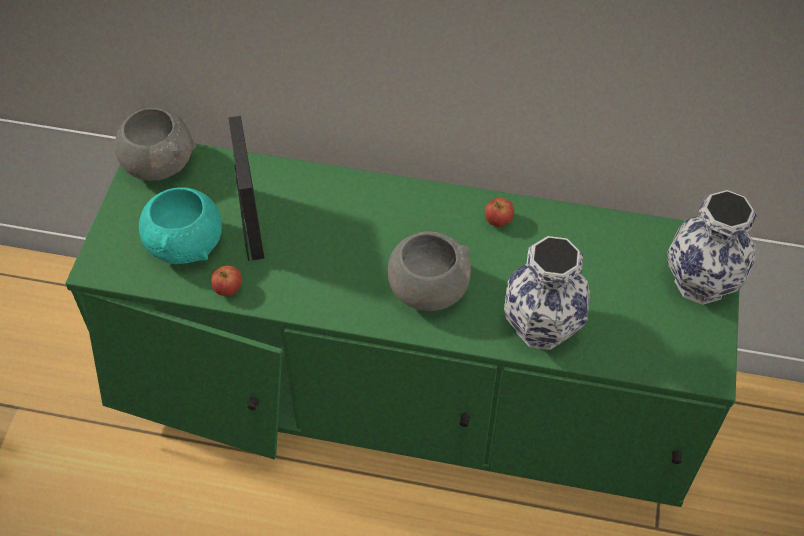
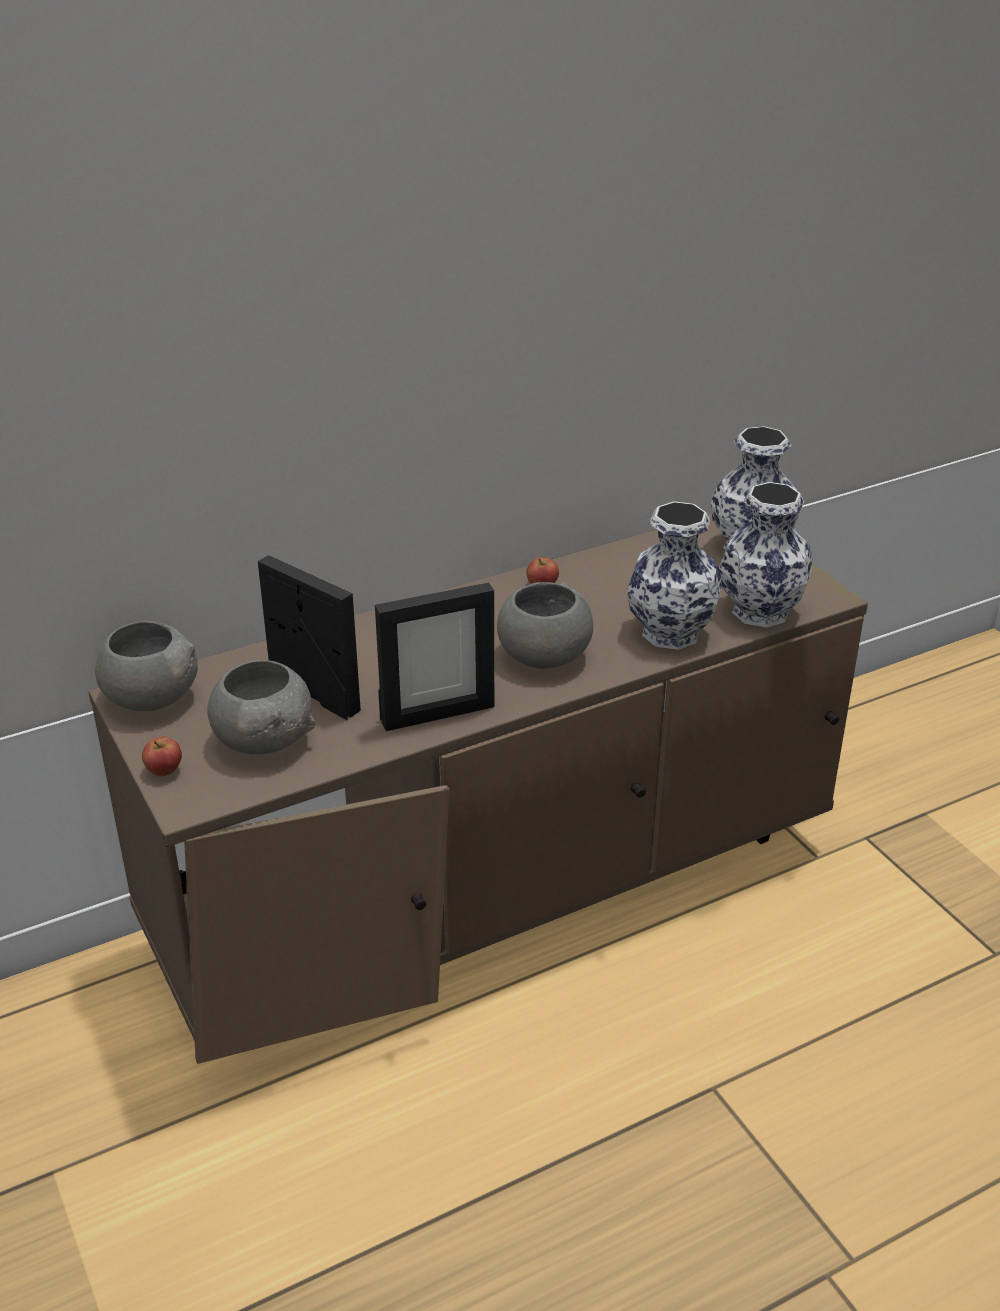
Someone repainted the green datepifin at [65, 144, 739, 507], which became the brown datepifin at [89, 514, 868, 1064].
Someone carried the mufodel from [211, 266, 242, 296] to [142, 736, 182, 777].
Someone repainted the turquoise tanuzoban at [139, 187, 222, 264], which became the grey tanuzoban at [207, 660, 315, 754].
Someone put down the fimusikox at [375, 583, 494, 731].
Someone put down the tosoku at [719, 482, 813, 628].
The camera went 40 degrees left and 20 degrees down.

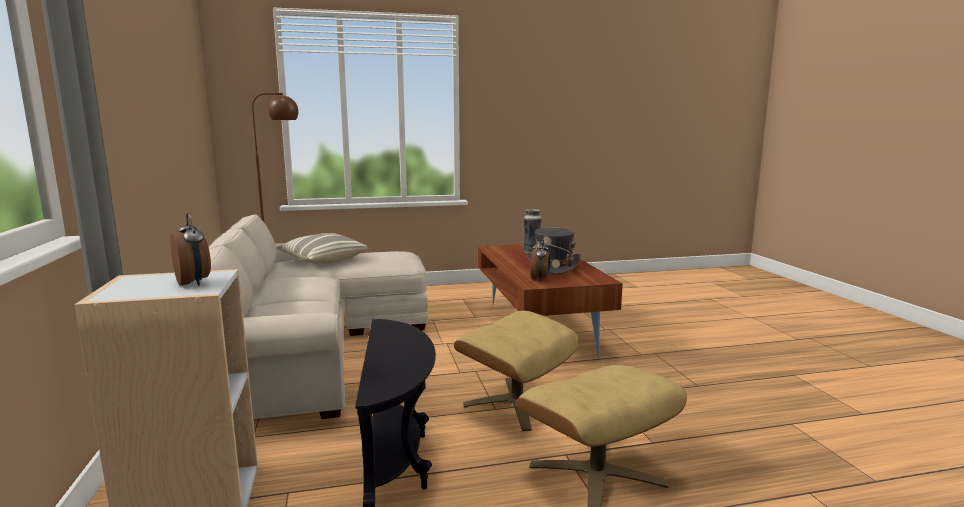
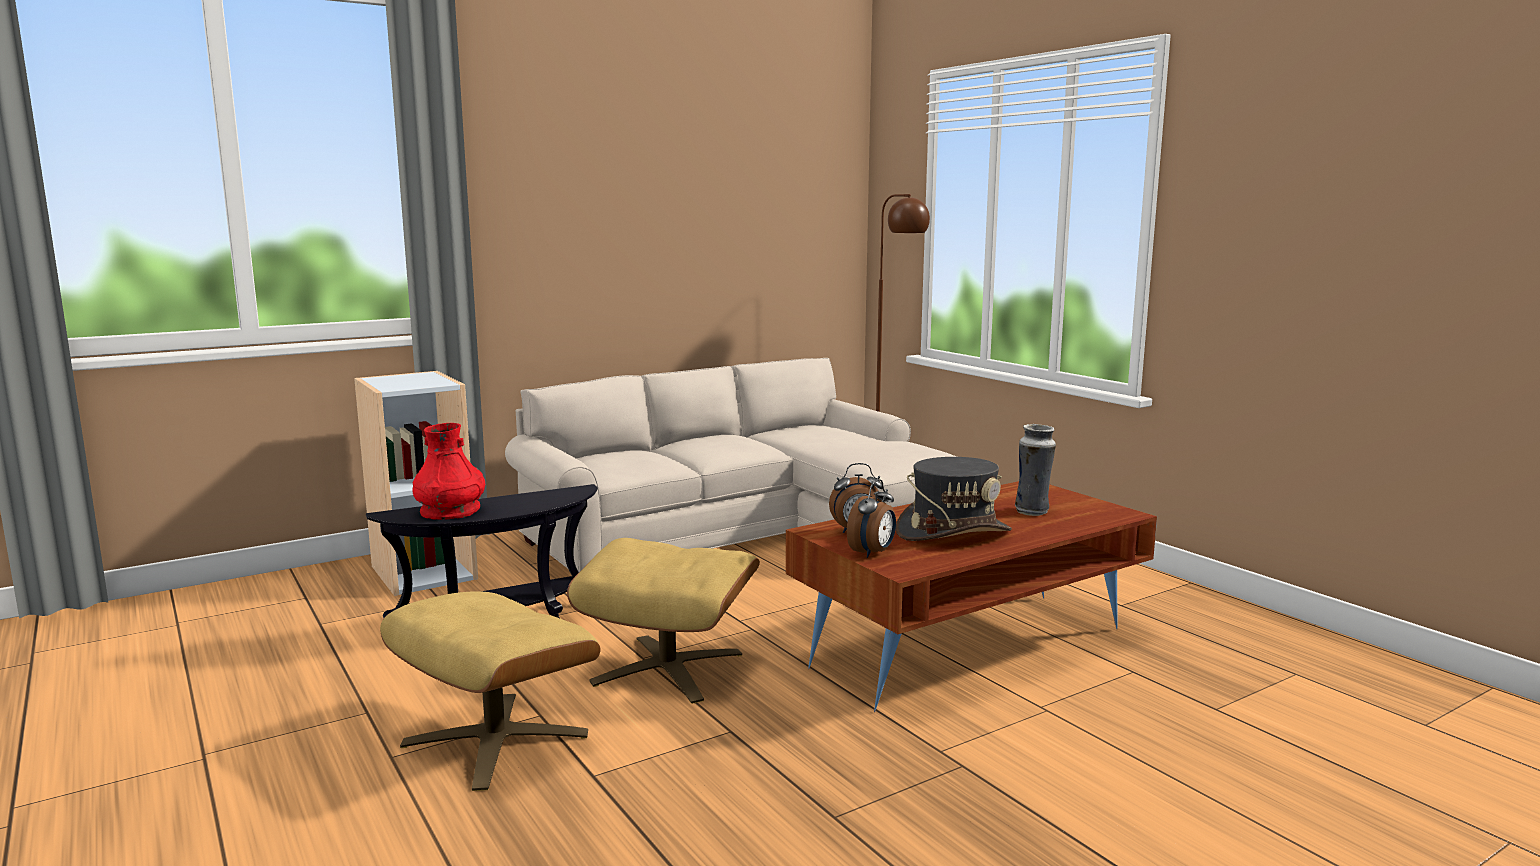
Someone put down the red tosoku at [413, 423, 485, 520].
Someone carried the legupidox from [170, 213, 211, 286] to [847, 479, 896, 558].
Someone took away the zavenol at [276, 233, 369, 264].
The camera went 70 degrees right and 0 degrees up.

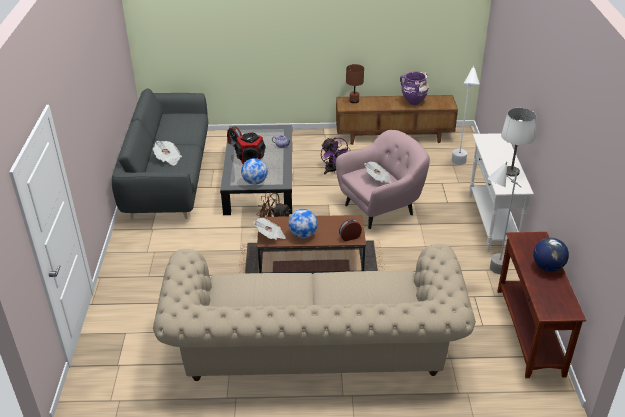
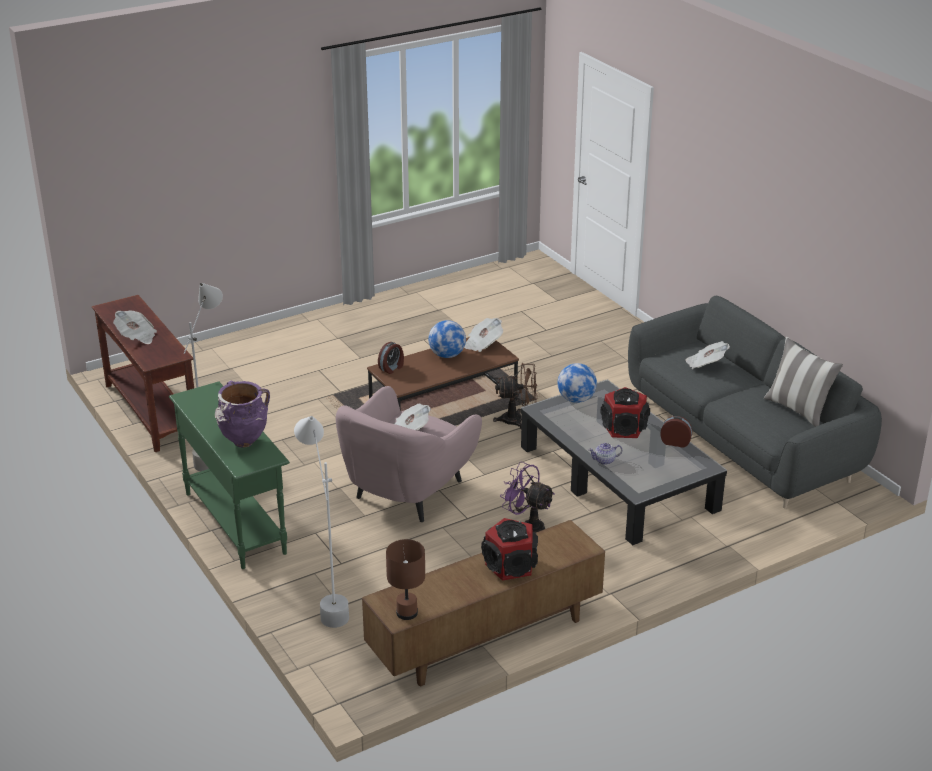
Someone swapped the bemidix at [533, 238, 569, 272] for the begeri at [113, 311, 157, 344].
Someone repainted the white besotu at [469, 133, 534, 251], which became the green besotu at [169, 382, 290, 569].
Someone carried the purple tosoku from [400, 71, 429, 105] to [215, 380, 270, 448].
Someone carried the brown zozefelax from [346, 64, 364, 103] to [386, 539, 425, 620].
Someone put down the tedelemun at [481, 518, 538, 581].
Someone put down the zavenol at [764, 337, 843, 427].
Someone took away the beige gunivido at [153, 244, 476, 381].
Someone took away the white zozefelax at [501, 108, 536, 177].
The camera went 150 degrees right and 5 degrees down.

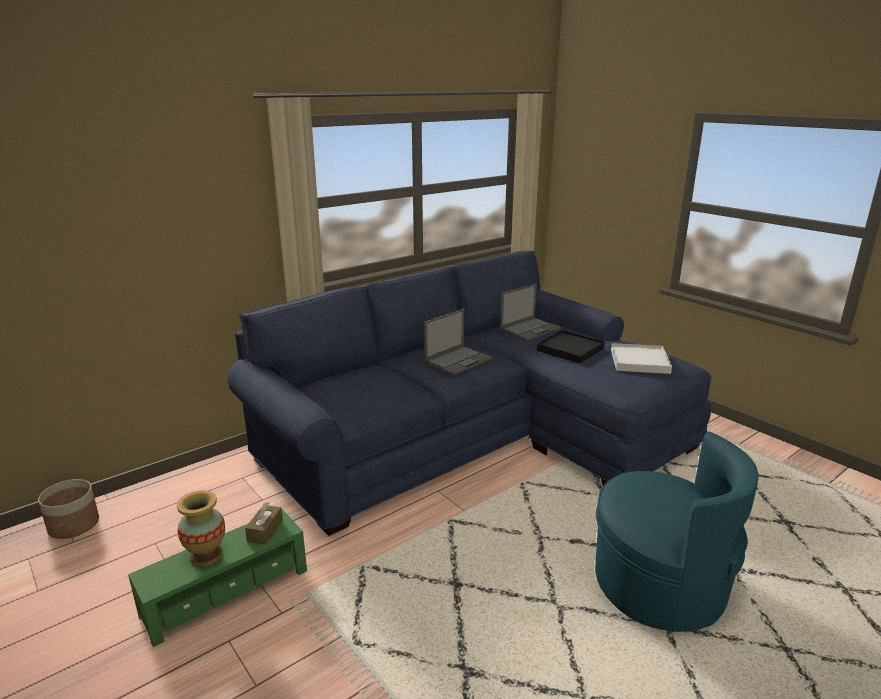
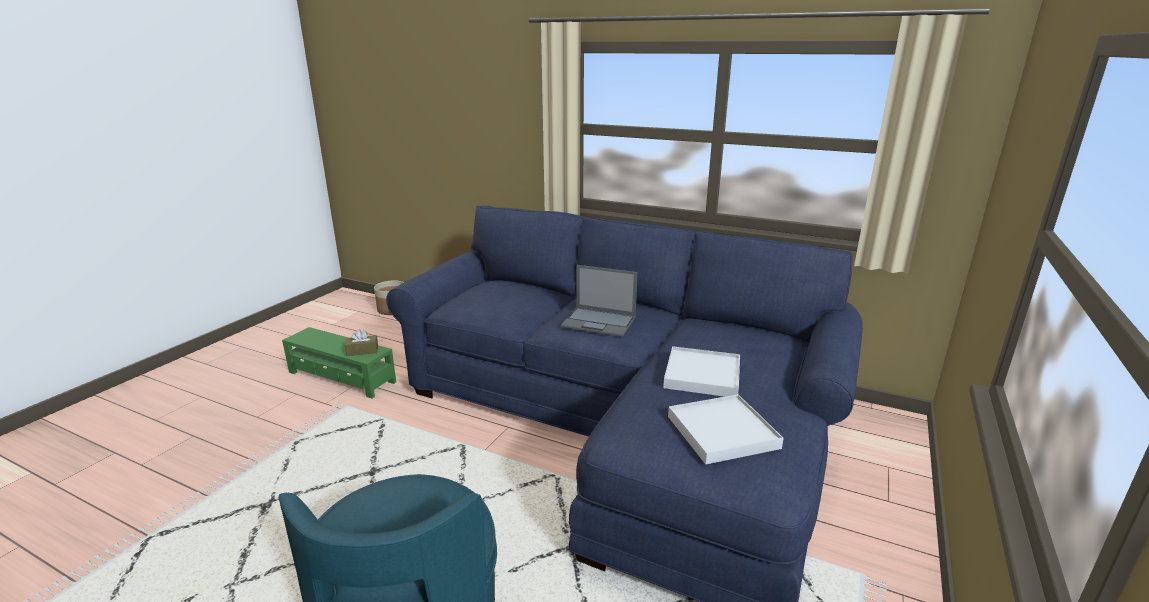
Someone repainted the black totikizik at [536, 330, 605, 363], which became the white totikizik at [663, 346, 740, 397].
Someone took away the tosoku at [177, 490, 225, 566].
Someone took away the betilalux at [500, 284, 561, 340].
The camera went 65 degrees right and 0 degrees up.

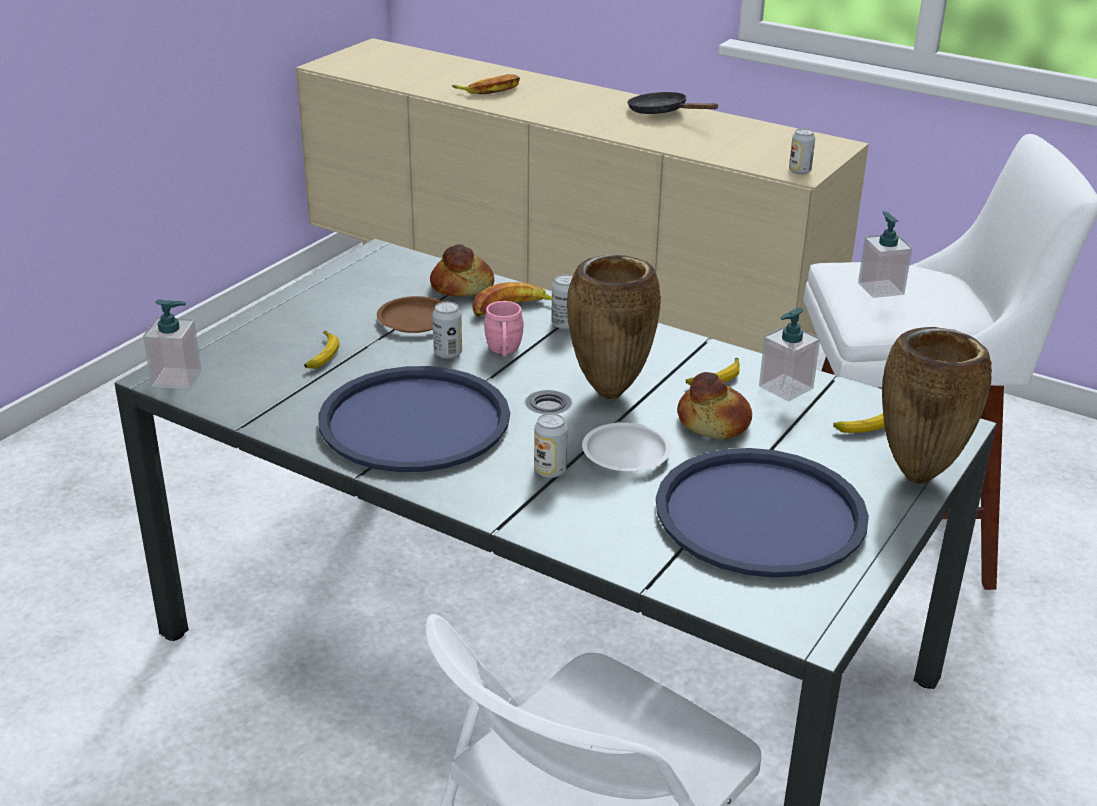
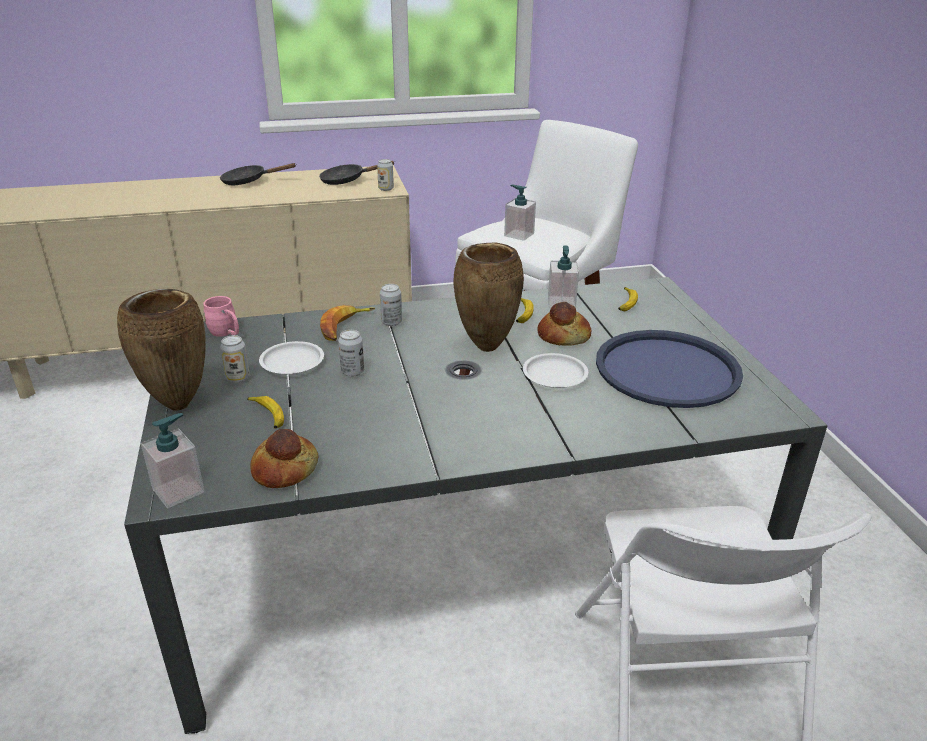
Someone carried the brown tosoku from [882, 327, 992, 484] to [117, 289, 206, 411].
Someone carried the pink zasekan from [484, 301, 524, 357] to [203, 296, 239, 337].
Someone carried the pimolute from [534, 413, 568, 478] to [220, 335, 250, 383].
Someone carried the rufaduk from [430, 244, 494, 297] to [251, 429, 318, 488].
Someone repainted the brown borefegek at [377, 296, 443, 333], which became the white borefegek at [259, 341, 324, 375].
Someone put down the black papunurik at [319, 161, 395, 185].
Someone took away the blue totikizik at [318, 366, 510, 472].
Someone took away the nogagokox at [452, 74, 520, 94].
The camera went 45 degrees left and 0 degrees up.

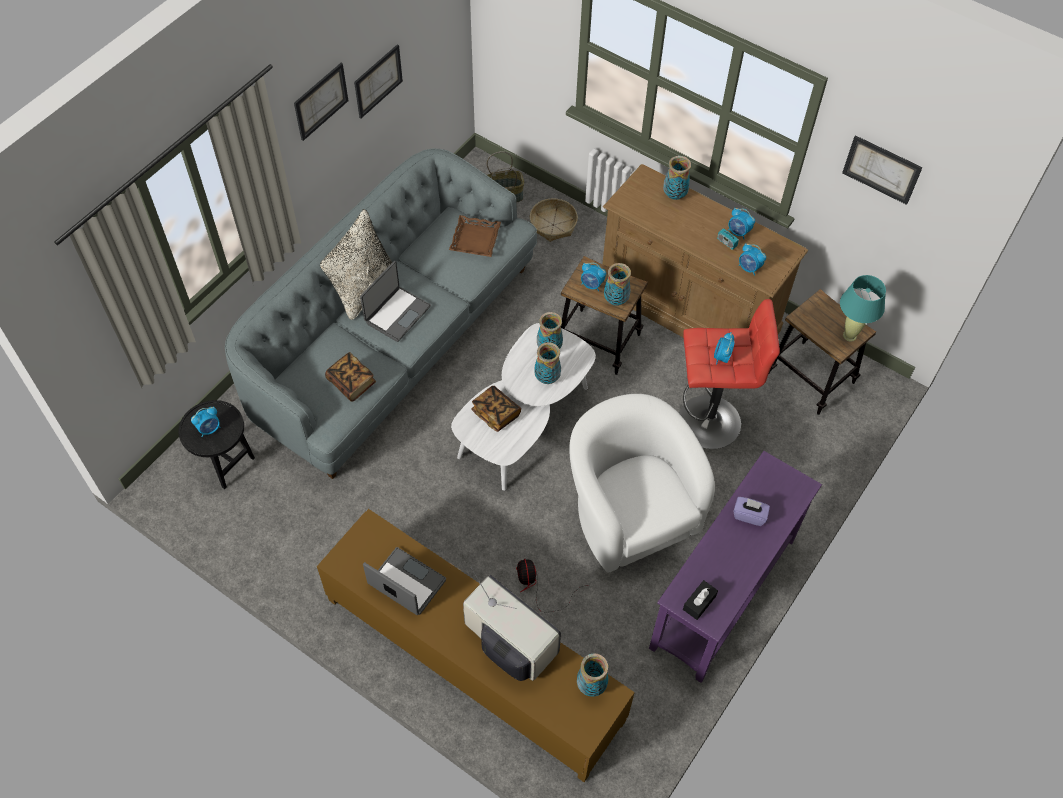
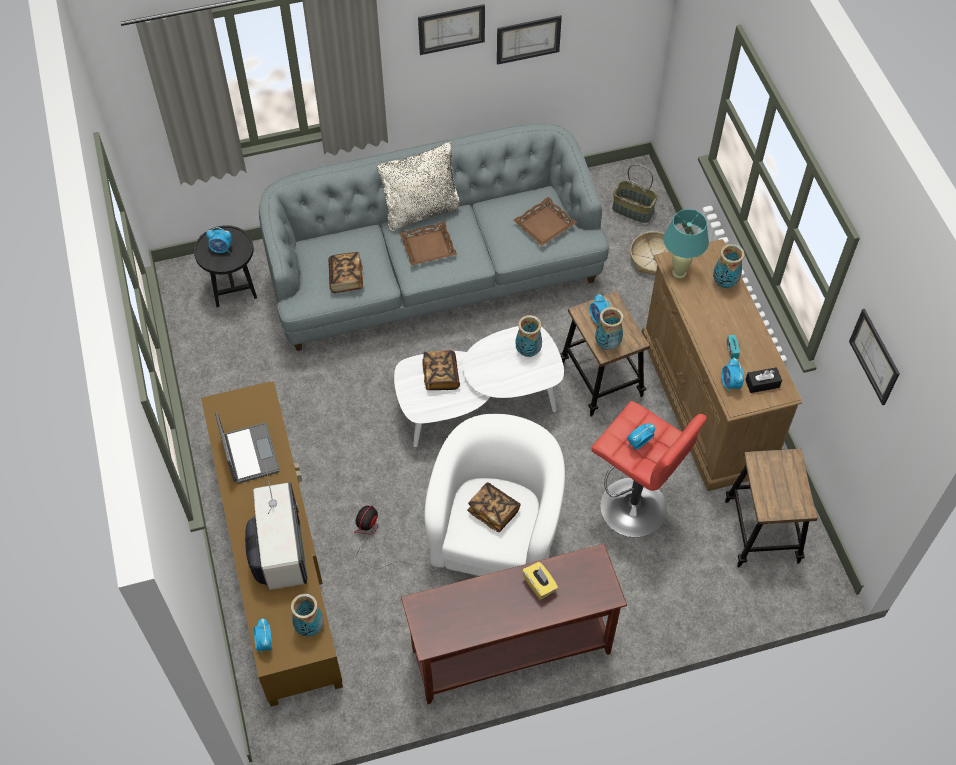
Someone carried the legupidox from [728, 208, 755, 239] to [254, 618, 272, 654].
Someone swapped the betilalux at [360, 261, 431, 342] for the brown totikizik at [399, 222, 457, 265].
Someone repainted the purple besotu at [649, 451, 822, 683], which became the brown besotu at [401, 544, 627, 704].
Someone put down the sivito at [467, 482, 521, 532].
Someone repainted the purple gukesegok at [733, 497, 770, 526], which became the yellow gukesegok at [522, 562, 558, 600].
Someone carried the turquoise zozefelax from [840, 275, 886, 342] to [663, 209, 709, 278].
Someone carried the black gukesegok from [683, 580, 718, 620] to [746, 367, 782, 393].
Someone took away the tosoku at [534, 342, 561, 384].
The camera went 40 degrees right and 0 degrees up.

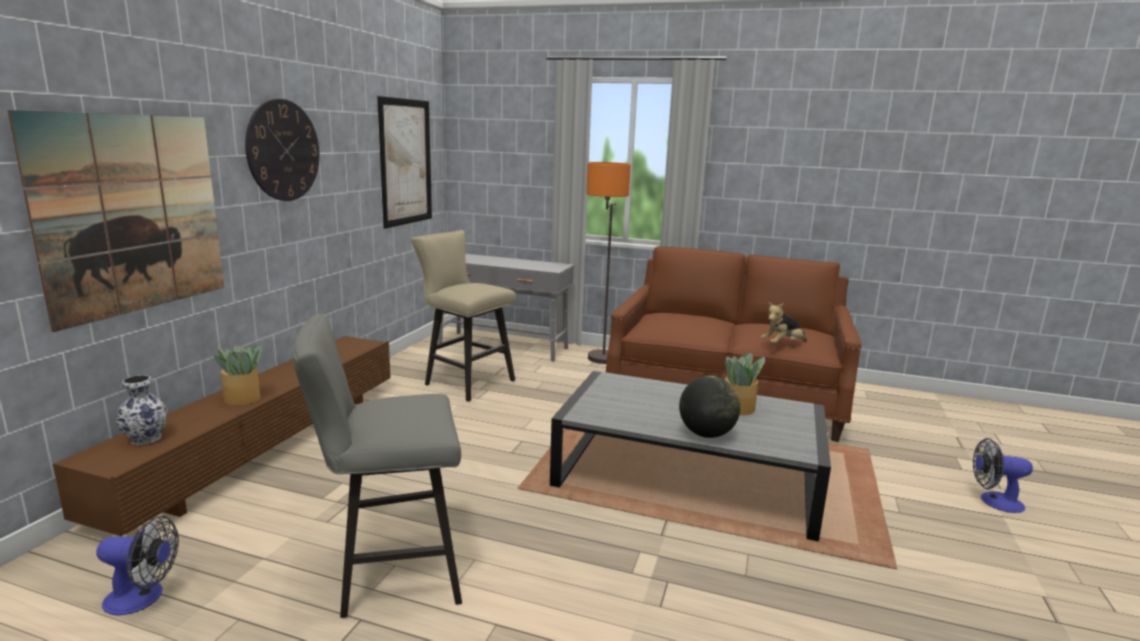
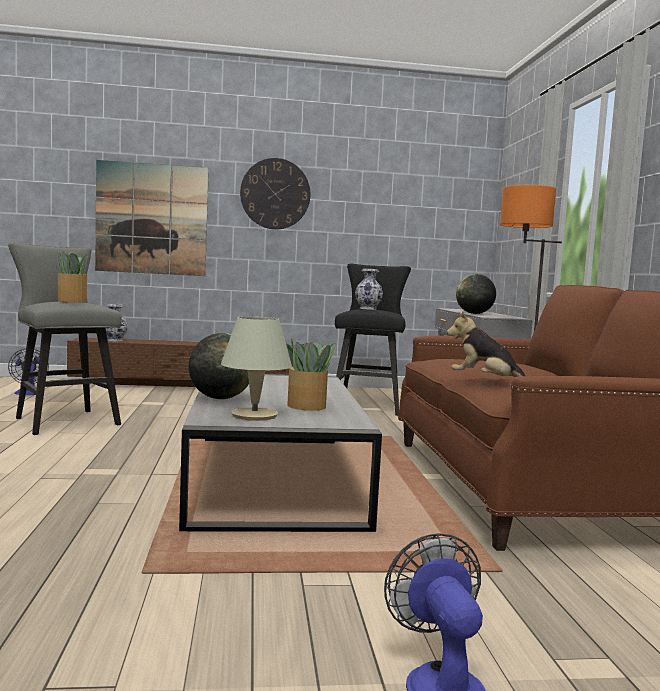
Someone carried the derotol from [214, 345, 261, 405] to [57, 251, 87, 303].
Someone put down the beige zozefelax at [221, 316, 292, 421].
Someone repainted the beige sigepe at [411, 230, 516, 402], which became the black sigepe at [335, 264, 411, 416].
Someone put down the tosoku at [355, 269, 383, 310].
Someone put down the bemidix at [456, 274, 496, 314].
Someone took away the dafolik at [377, 96, 432, 229].
The camera went 65 degrees right and 10 degrees down.

